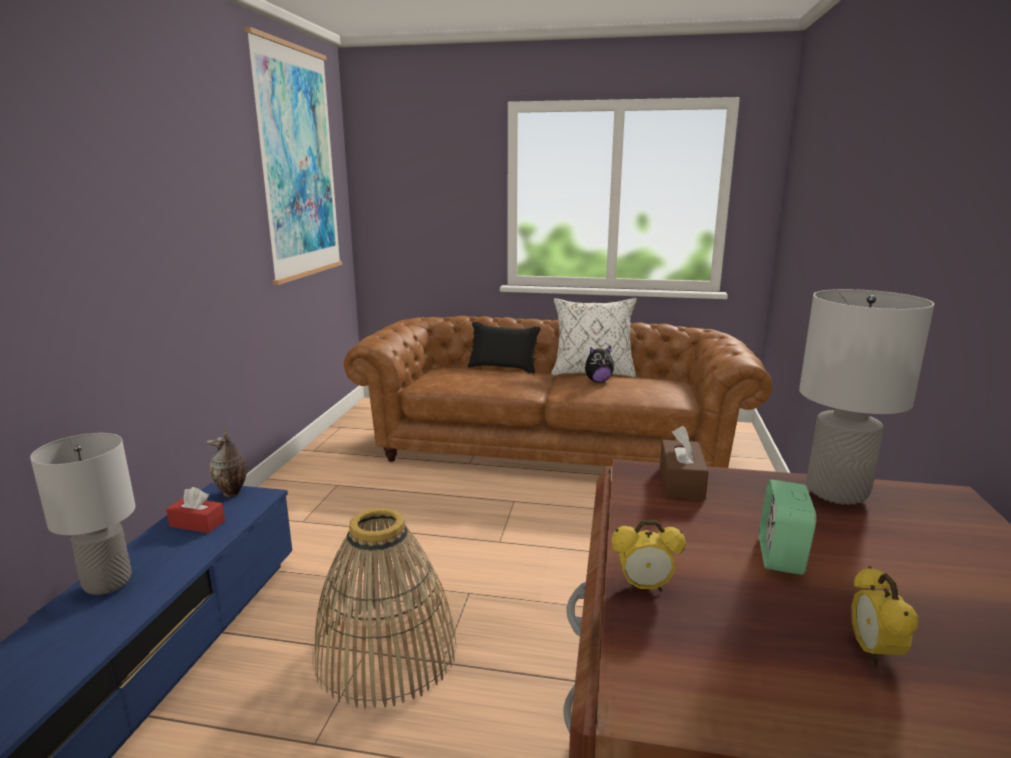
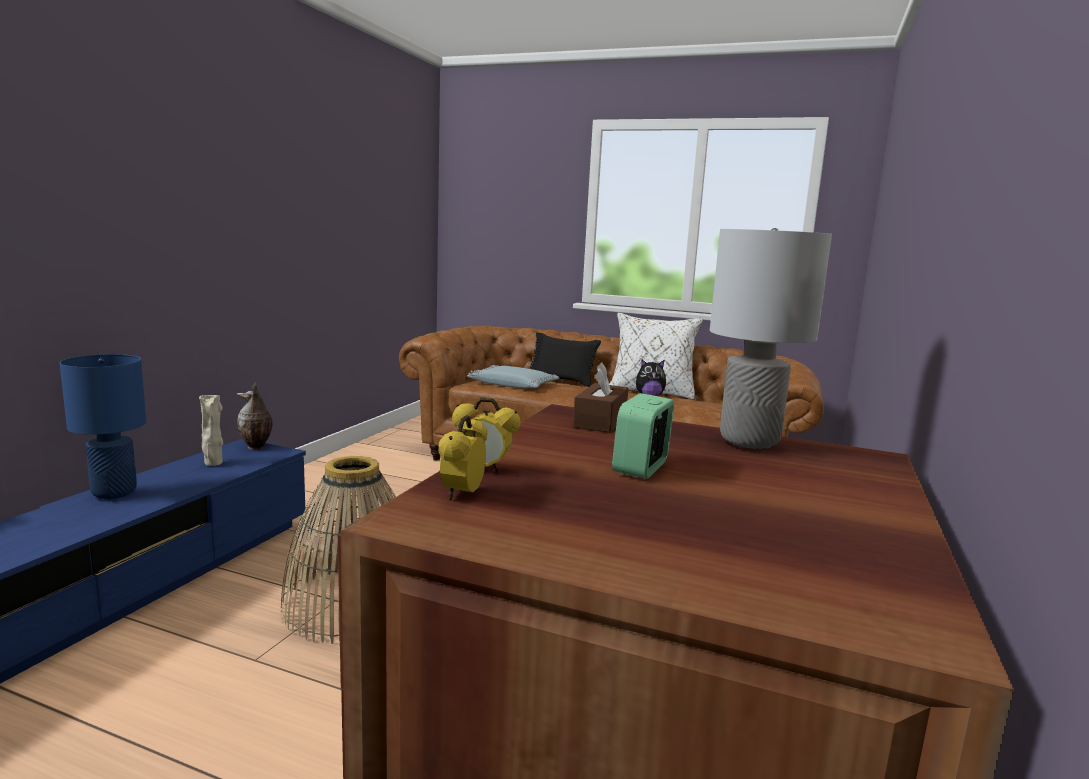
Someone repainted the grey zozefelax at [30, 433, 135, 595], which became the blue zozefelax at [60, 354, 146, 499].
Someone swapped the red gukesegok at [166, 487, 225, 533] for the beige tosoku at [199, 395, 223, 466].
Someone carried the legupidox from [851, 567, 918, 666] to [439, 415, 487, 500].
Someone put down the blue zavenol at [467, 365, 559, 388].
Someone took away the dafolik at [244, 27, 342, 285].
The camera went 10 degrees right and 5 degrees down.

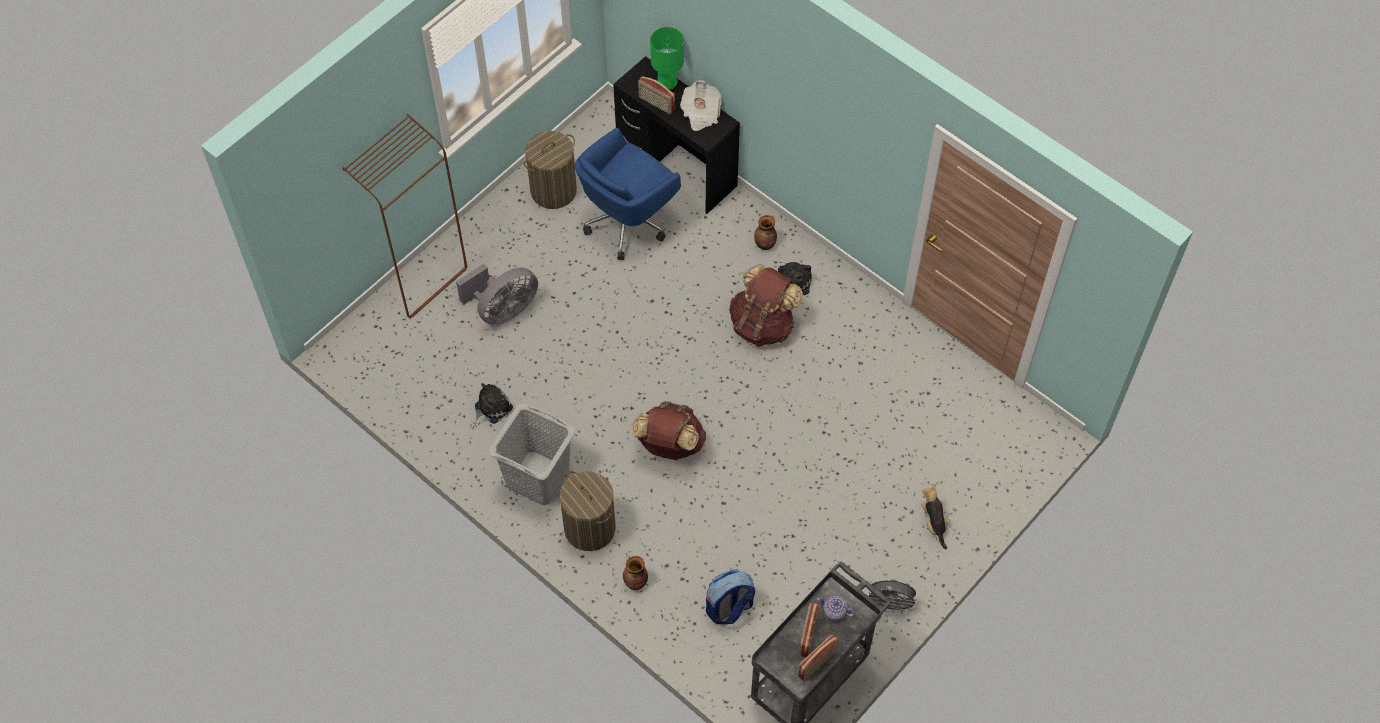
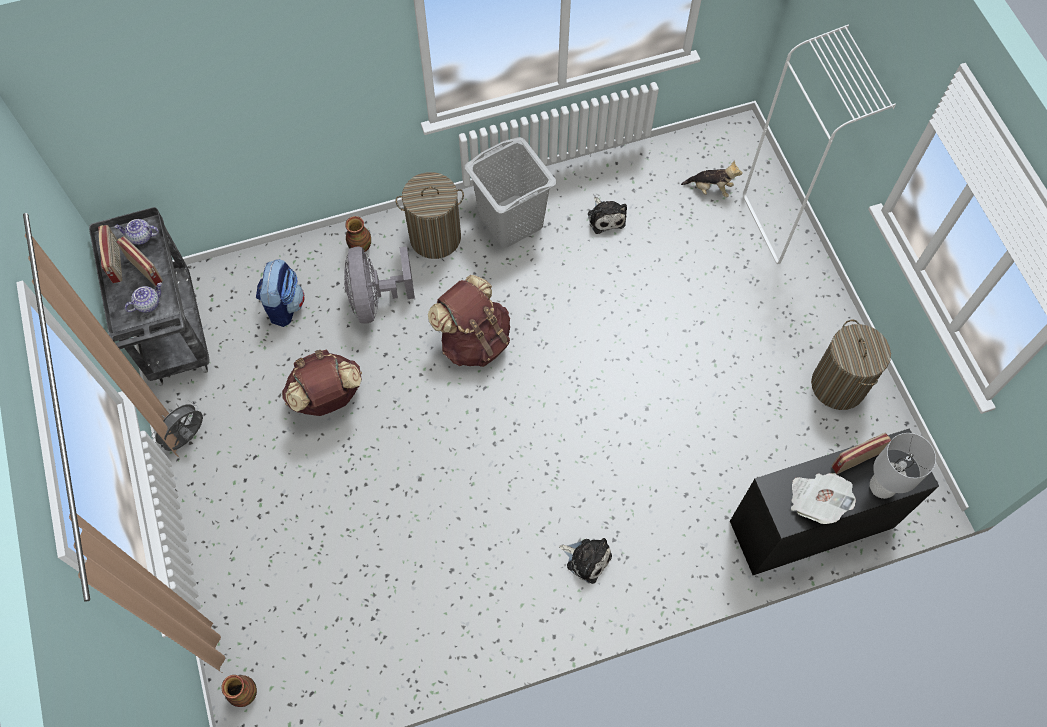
Someone put down the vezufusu at [115, 219, 159, 245].
Someone carried the tosoku from [754, 215, 777, 250] to [222, 675, 257, 707].
Someone carried the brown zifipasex from [729, 264, 803, 347] to [282, 349, 362, 416].
Someone carried the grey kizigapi from [456, 264, 538, 325] to [344, 246, 415, 323].
Someone carried the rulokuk from [921, 484, 950, 550] to [681, 161, 743, 197].
Someone repainted the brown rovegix at [342, 113, 467, 318], which became the white rovegix at [743, 24, 896, 264].
Someone repainted the green zozefelax at [650, 27, 684, 90], which became the grey zozefelax at [870, 433, 936, 499].
Someone took away the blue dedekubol at [574, 128, 681, 260].
The camera went 120 degrees right and 5 degrees up.

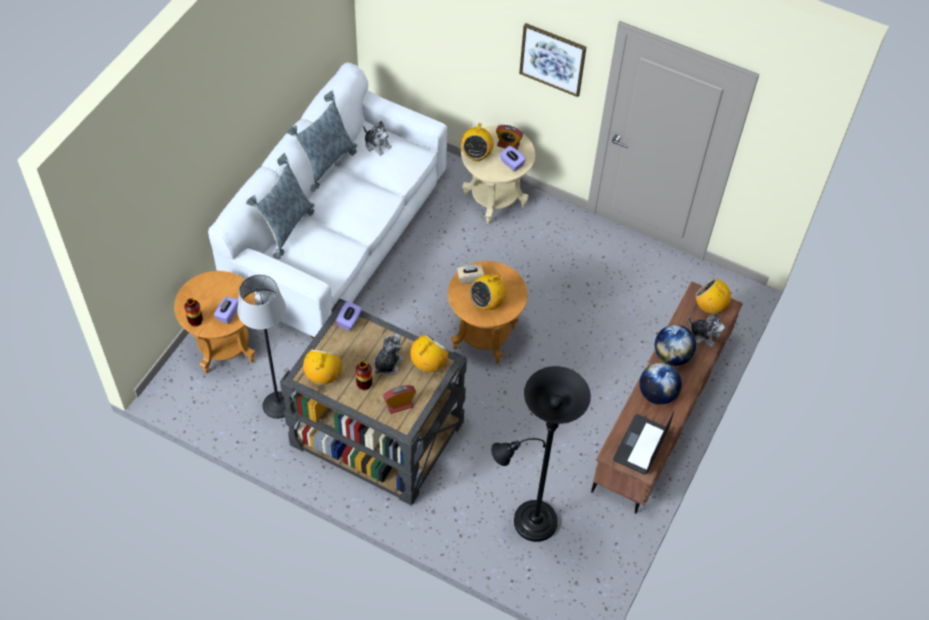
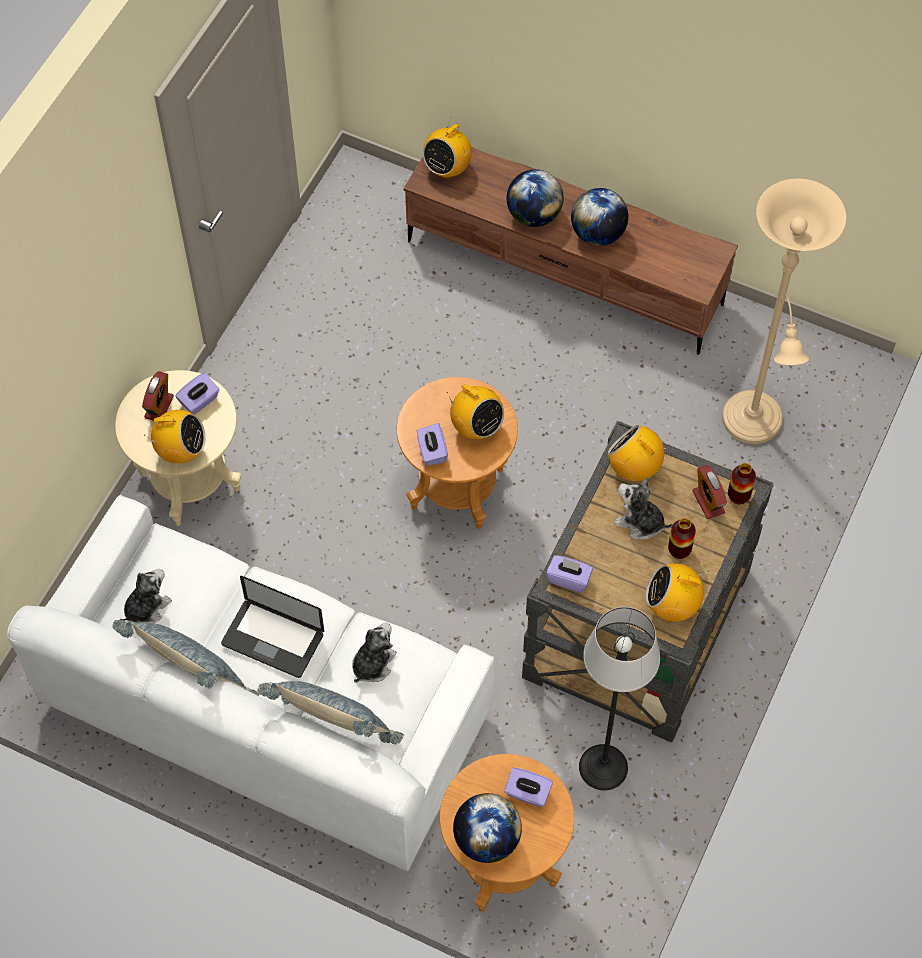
Someone carried the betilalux from [613, 411, 674, 475] to [221, 576, 324, 678].
Someone carried the rulokuk from [688, 313, 725, 348] to [352, 623, 397, 683].
Someone repainted the beige gukesegok at [457, 264, 484, 285], which became the purple gukesegok at [417, 423, 448, 466].
Someone put down the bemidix at [453, 793, 522, 863].
Someone repainted the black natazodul at [491, 366, 591, 542], which became the beige natazodul at [722, 179, 846, 444].
Someone carried the tosoku from [184, 298, 203, 327] to [728, 463, 756, 504].
Someone took away the dafolik at [519, 23, 586, 97].
The camera went 90 degrees left and 5 degrees up.

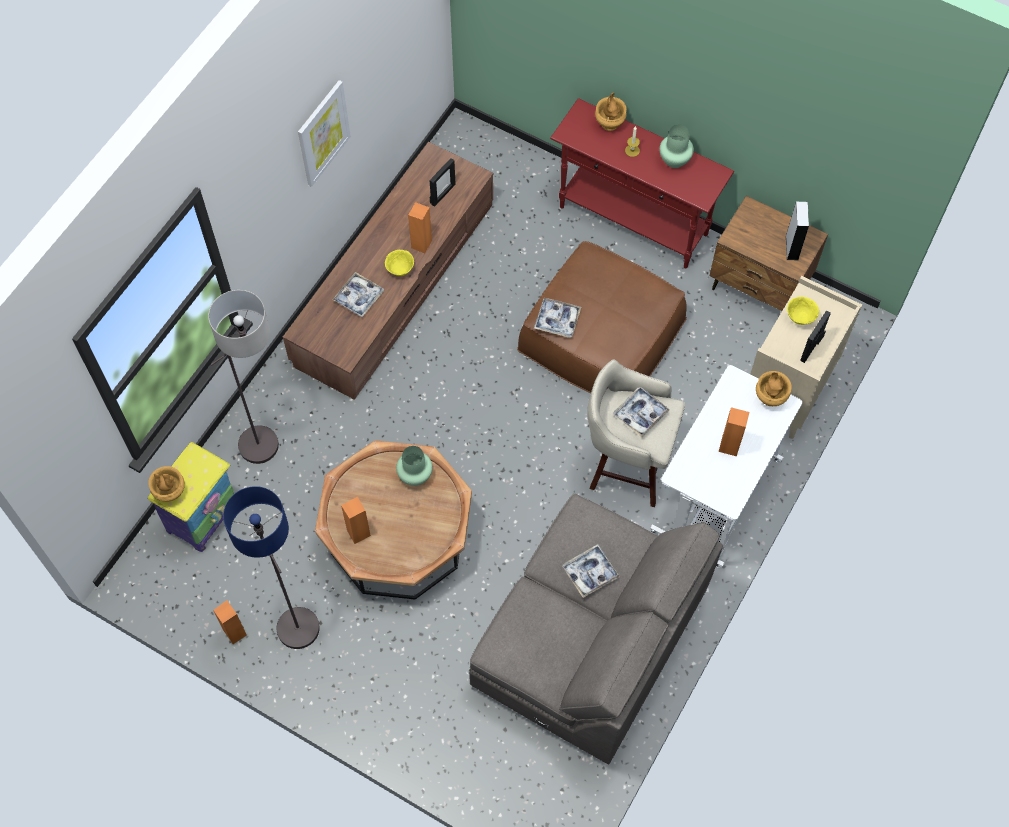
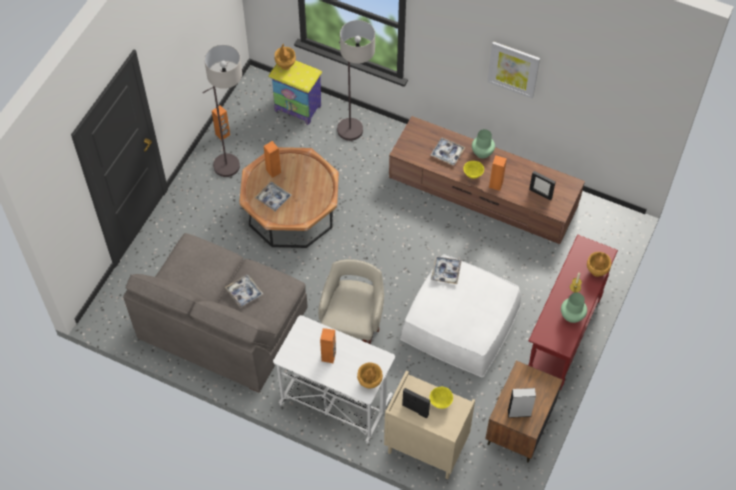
Someone repainted the blue natazodul at [223, 486, 320, 649], which became the grey natazodul at [202, 45, 242, 177].
Someone carried the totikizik from [613, 387, 669, 437] to [255, 182, 292, 212].
Someone repainted the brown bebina at [517, 241, 687, 393], which became the white bebina at [400, 254, 521, 377].
Someone carried the green tosoku from [396, 446, 433, 486] to [472, 129, 495, 159].
The camera went 85 degrees right and 5 degrees down.

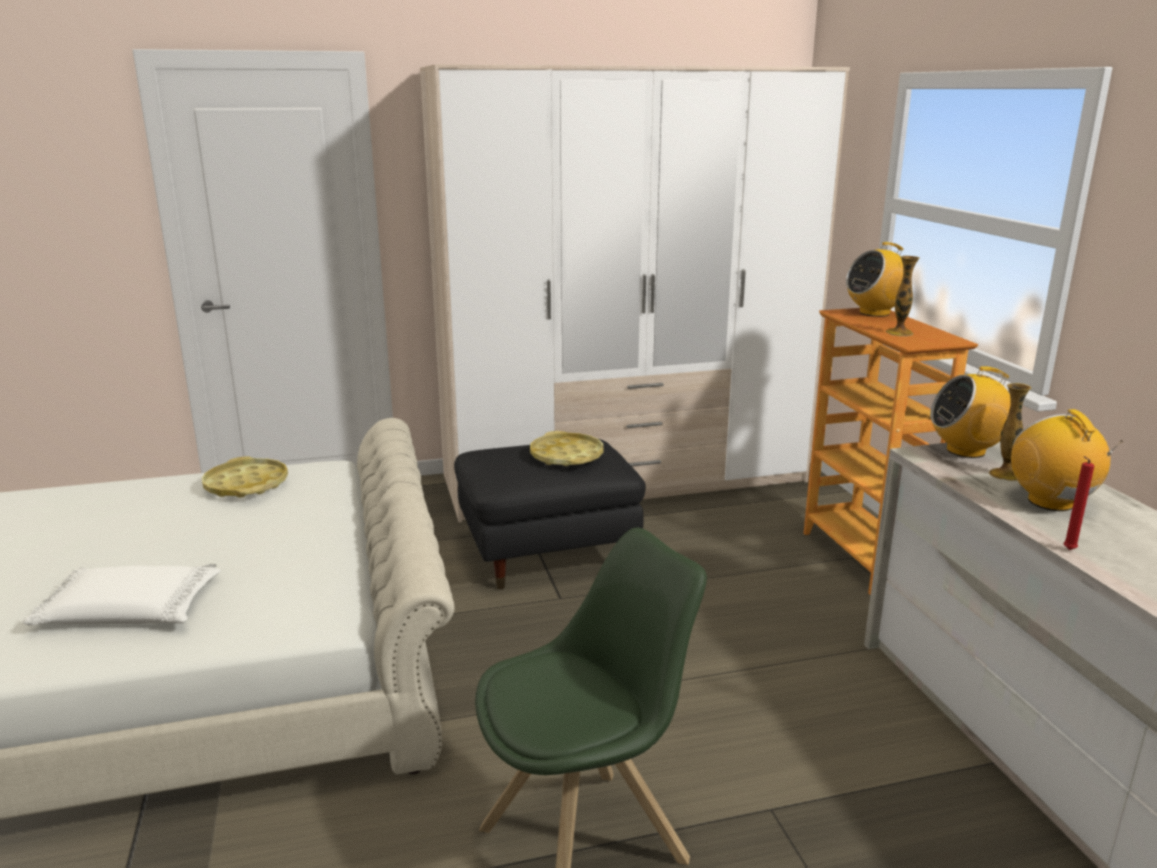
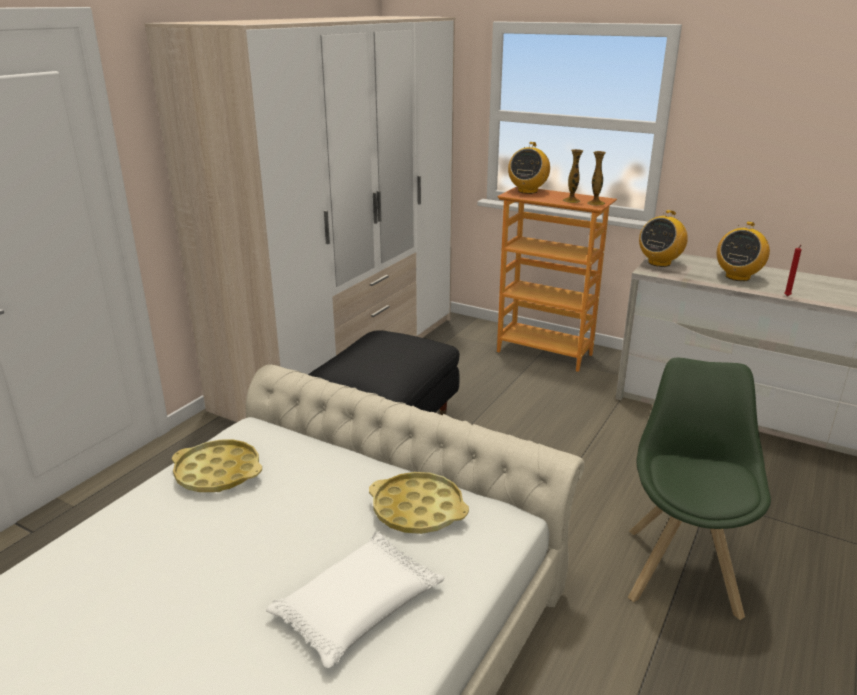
Someone carried the yellow totikizik from [530, 431, 603, 466] to [369, 472, 469, 534].
Someone carried the tosoku from [988, 383, 1032, 481] to [587, 151, 606, 206].
Someone rotated the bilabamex at [1011, 409, 1123, 511] by 90 degrees counterclockwise.
The camera went 45 degrees left and 5 degrees up.

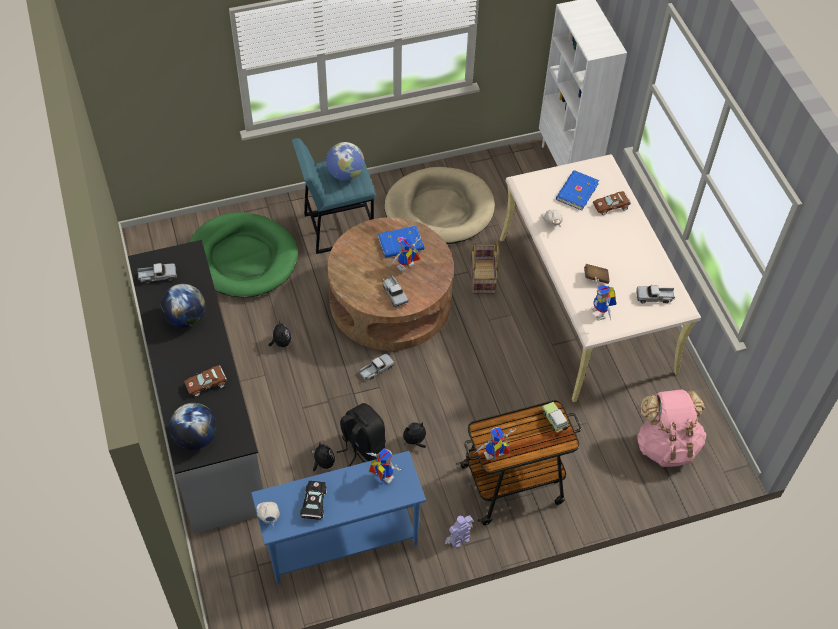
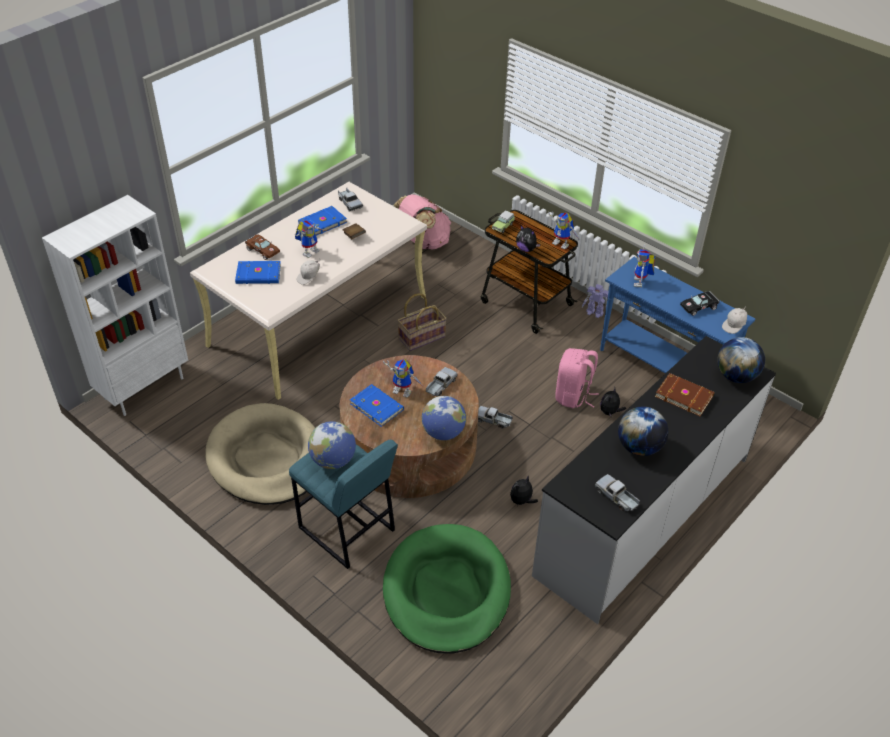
Someone carried the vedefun from [591, 277, 616, 320] to [295, 220, 324, 258].
Someone put down the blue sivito at [298, 206, 347, 236].
Someone carried the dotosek from [471, 241, 499, 294] to [397, 293, 447, 351].
Someone put down the bemidix at [422, 396, 466, 440].
Someone carried the rulokuk from [403, 422, 426, 448] to [516, 225, 540, 252].
Someone repainted the black zifipasex at [337, 403, 386, 466], which became the pink zifipasex at [555, 348, 599, 408].
Someone swapped the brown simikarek at [184, 365, 227, 396] for the brown sivito at [655, 373, 715, 416].
The camera went 120 degrees left and 10 degrees down.

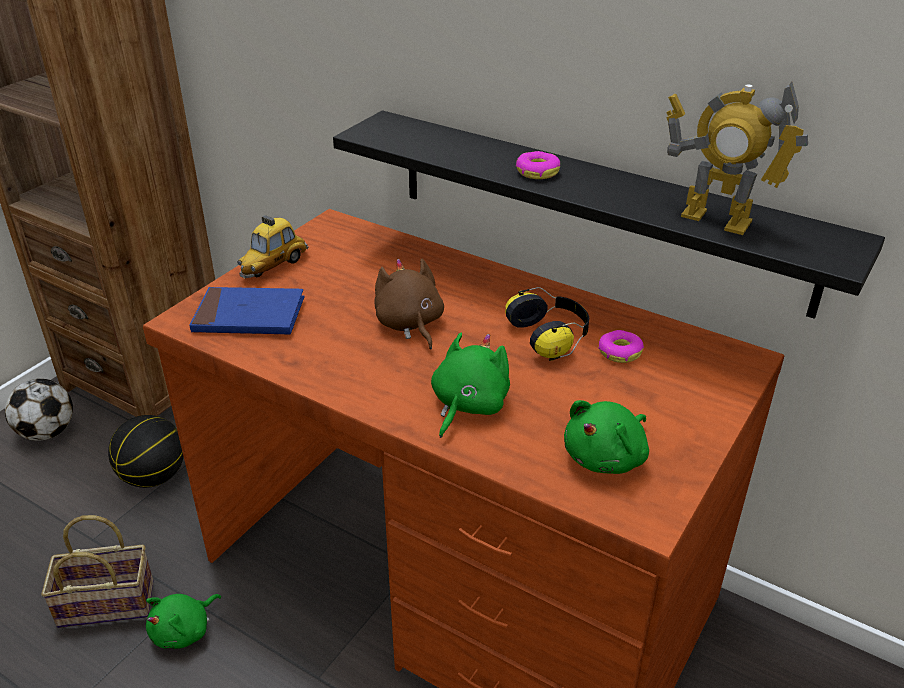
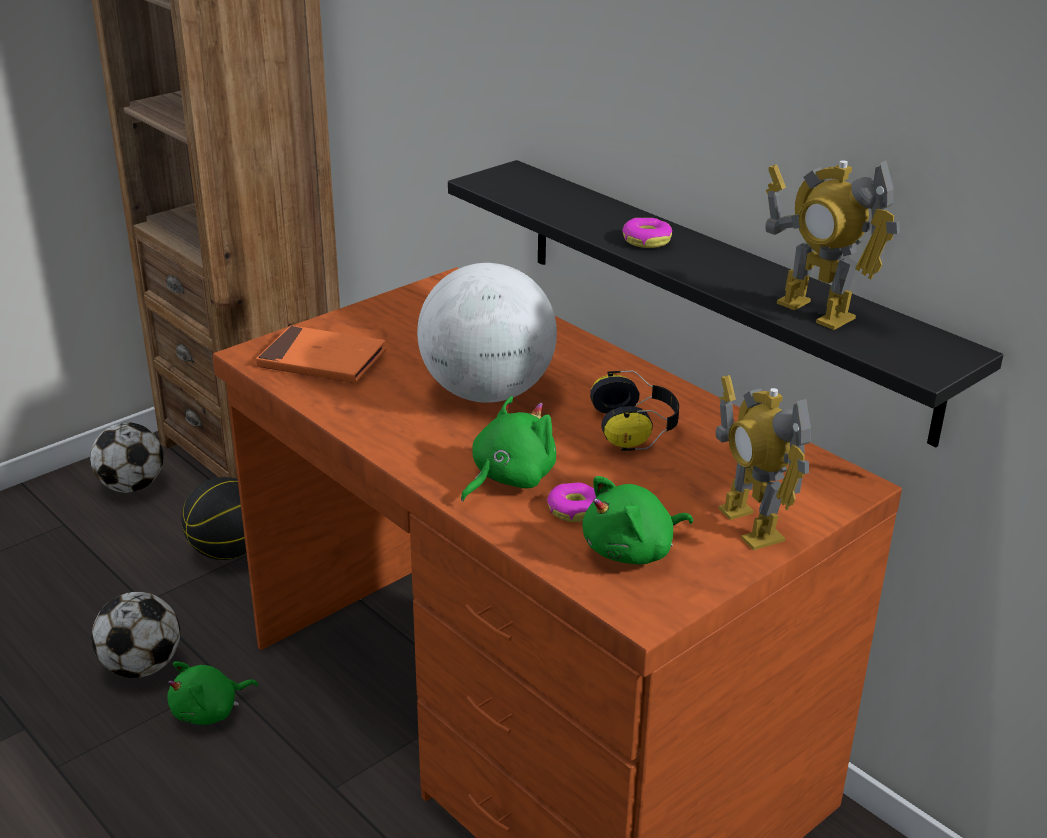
Someone swapped the dotosek at [41, 515, 154, 628] for the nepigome at [91, 592, 180, 678].
Someone repainted the blue sivito at [189, 287, 305, 335], which became the orange sivito at [256, 325, 387, 383].
Someone swapped the brown rulokuk at [374, 259, 444, 349] for the bemidix at [417, 263, 557, 403].
Someone carried the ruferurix from [599, 330, 644, 363] to [547, 483, 596, 522].
Someone put down the vedefun at [716, 375, 811, 550].
Someone took away the simikarek at [237, 215, 309, 279].
The camera went 15 degrees right and 5 degrees down.

